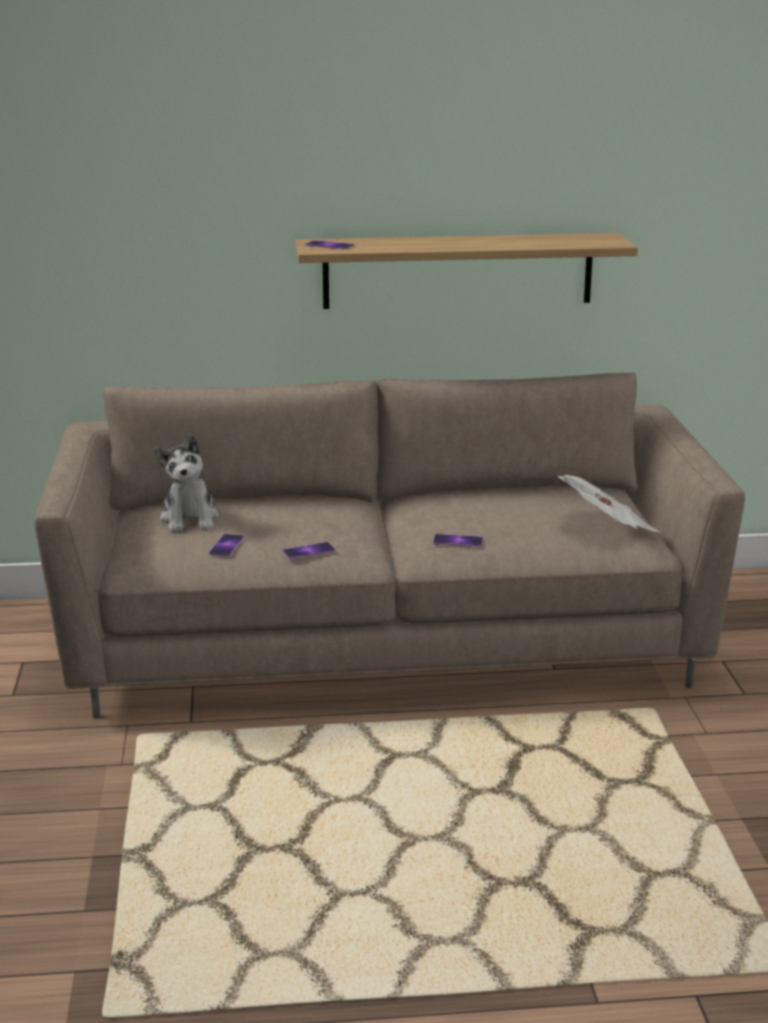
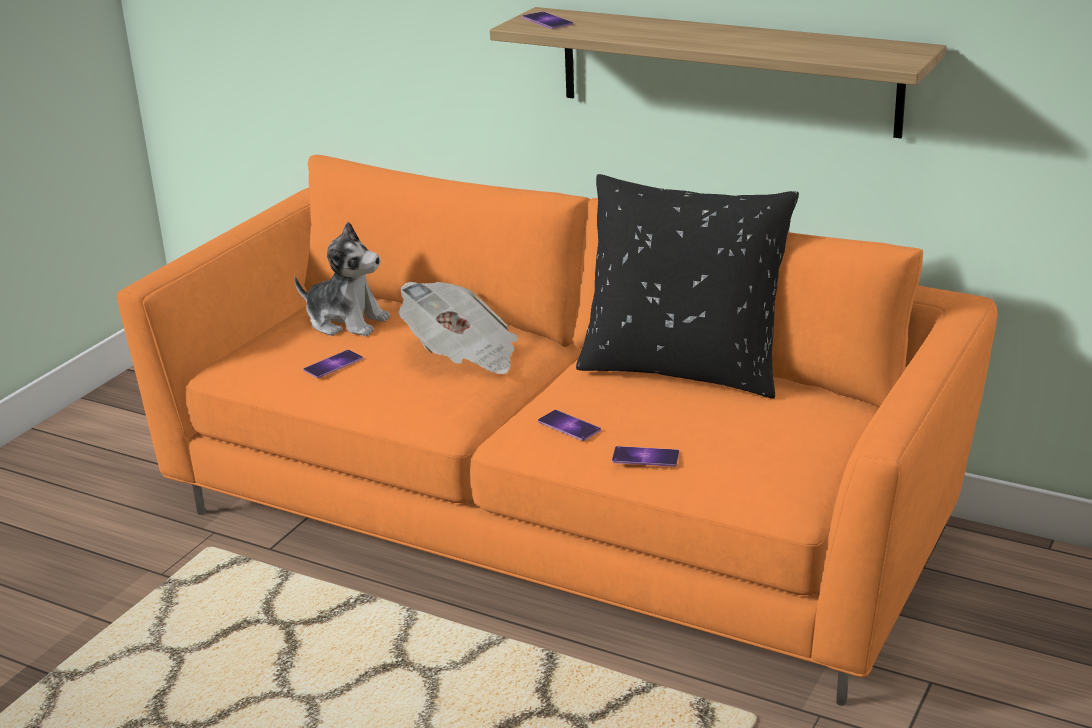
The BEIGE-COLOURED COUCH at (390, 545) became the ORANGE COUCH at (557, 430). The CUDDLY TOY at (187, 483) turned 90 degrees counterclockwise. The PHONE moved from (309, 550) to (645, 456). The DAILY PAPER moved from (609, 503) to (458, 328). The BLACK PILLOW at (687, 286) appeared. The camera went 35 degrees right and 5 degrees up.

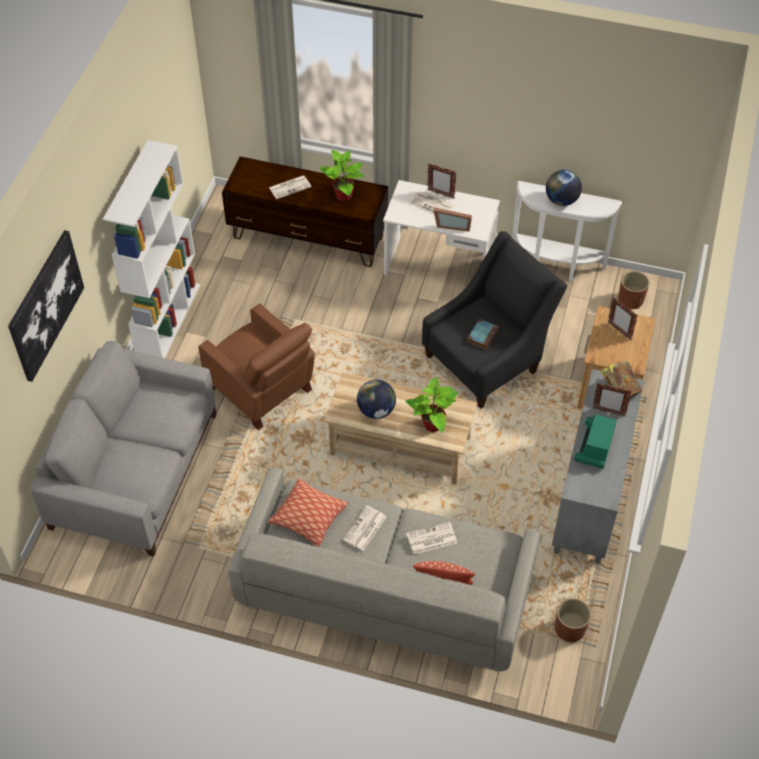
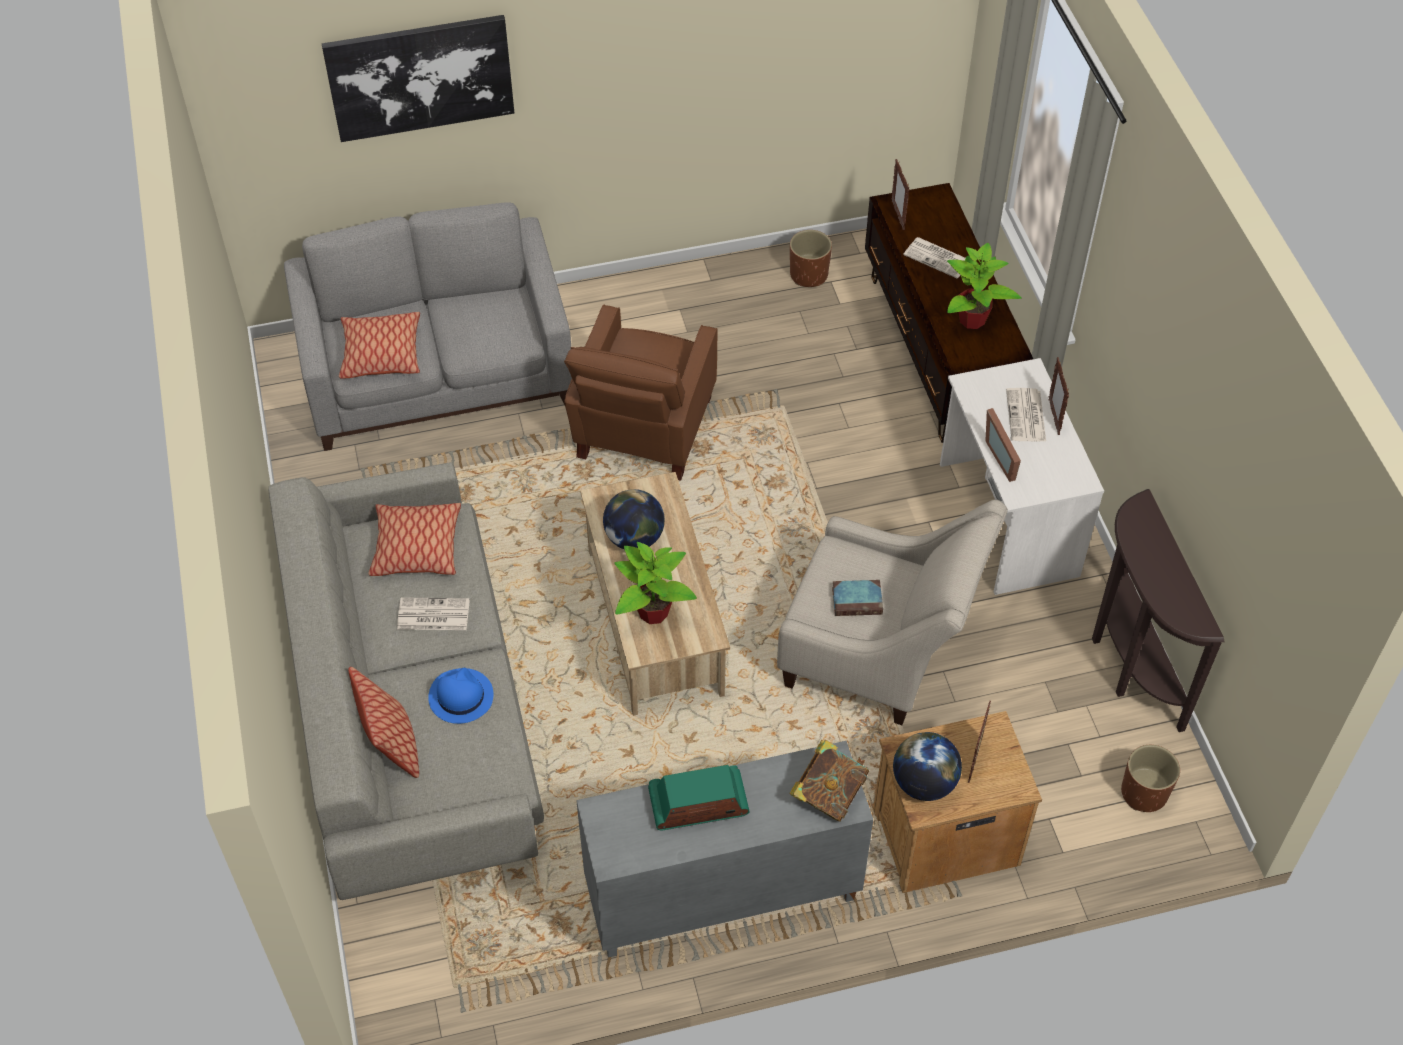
The WHITE BOOKCASE at (151, 249) disappeared. The DAILY PAPER at (432, 538) was replaced by the BLUE HAT at (461, 696). The BLACK EASY CHAIR at (494, 320) became the BEIGE-COLOURED EASY CHAIR at (892, 612). The WHITE CONSOLE TABLE at (567, 231) became the BROWN CONSOLE TABLE at (1158, 610). The WORLD GLOBE moved from (564, 188) to (927, 766). The BROWN PLANT POT moved from (573, 620) to (811, 258). The PHOTO FRAME moved from (612, 400) to (900, 194). The PILLOW at (379, 345) appeared. The camera went 60 degrees right and 0 degrees up.

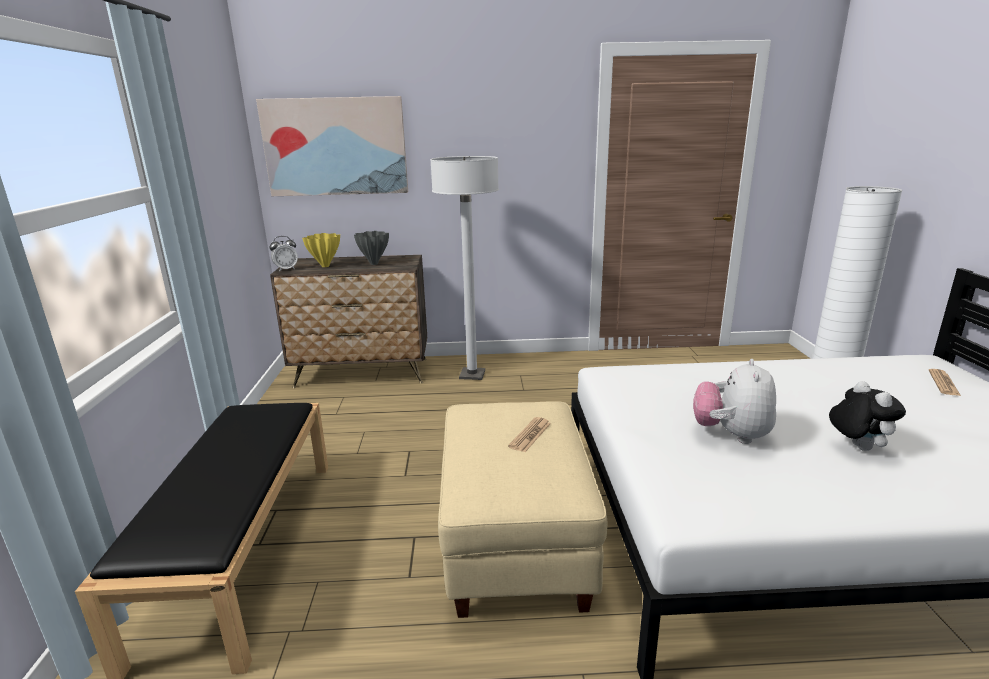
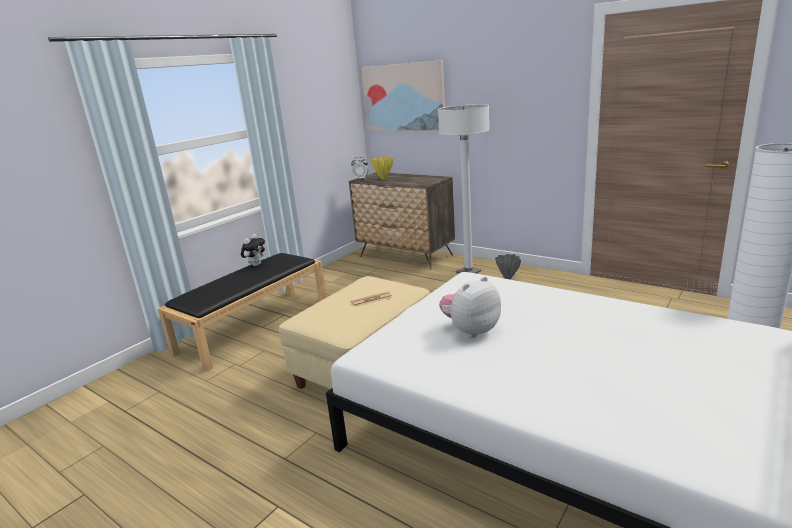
The GRAY FLOWER VASE moved from (371, 248) to (508, 267). The CUDDLY TOY moved from (867, 416) to (253, 250). The DAILY PAPER at (945, 382) disappeared. The camera went 40 degrees right and 0 degrees up.

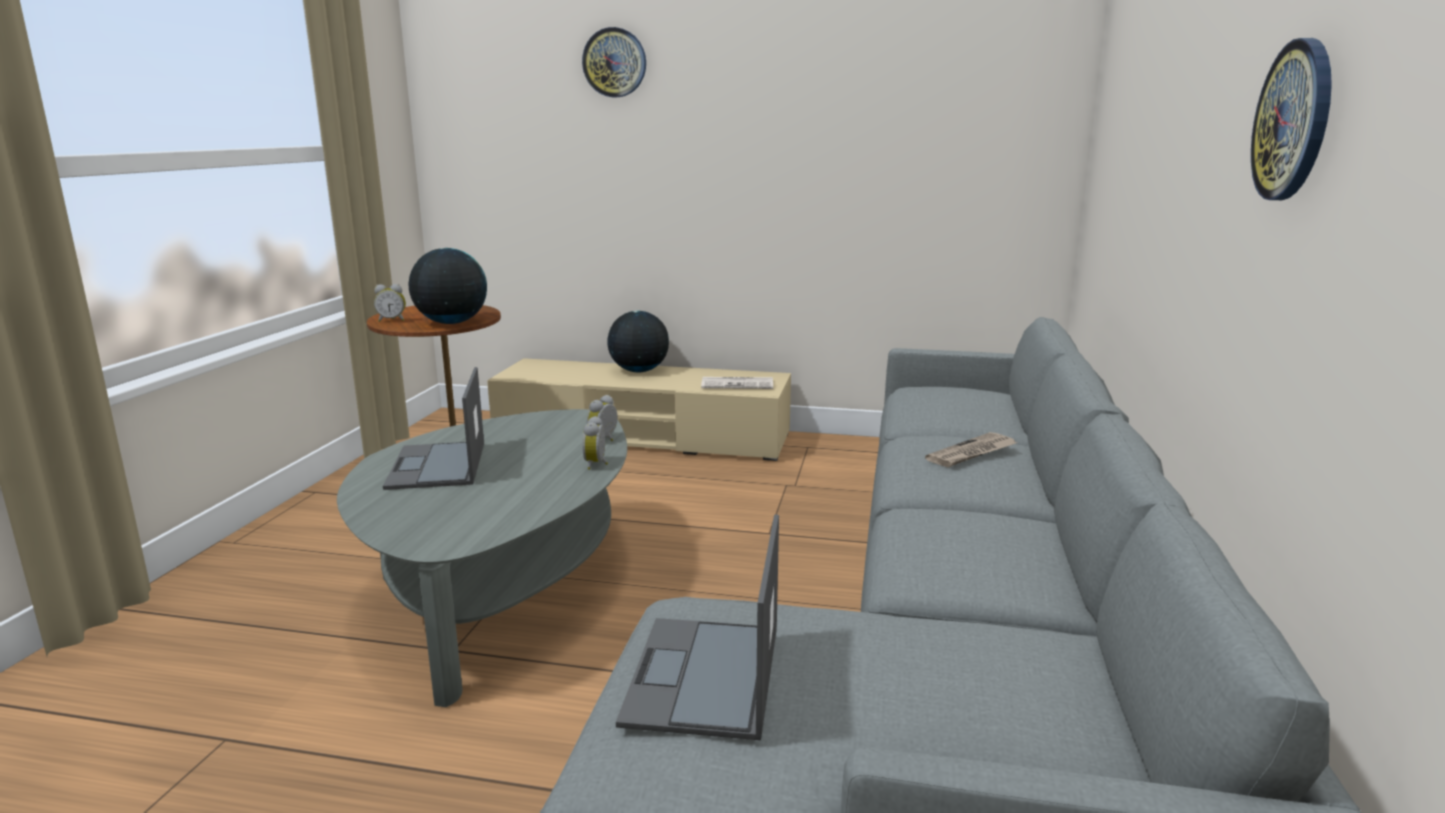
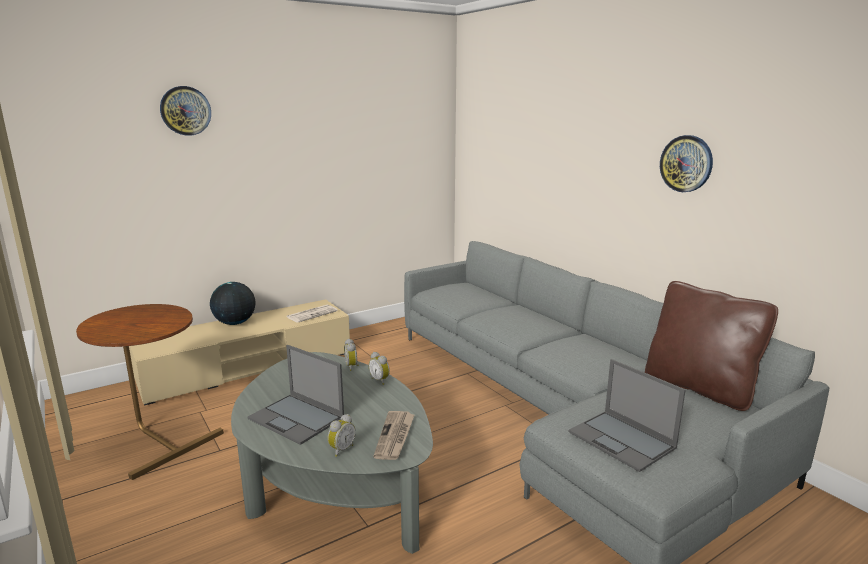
The ALARM CLOCK moved from (390, 303) to (342, 435). The WORLD GLOBE at (448, 286) disappeared. The DAILY PAPER moved from (971, 449) to (394, 435). The BROWN PILLOW at (711, 346) appeared. The camera went 45 degrees left and 0 degrees up.

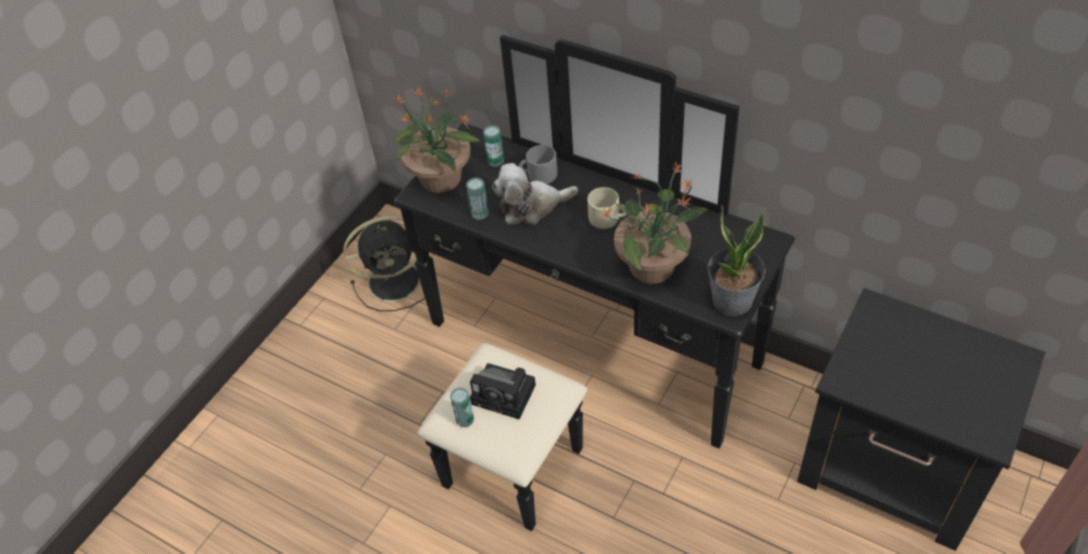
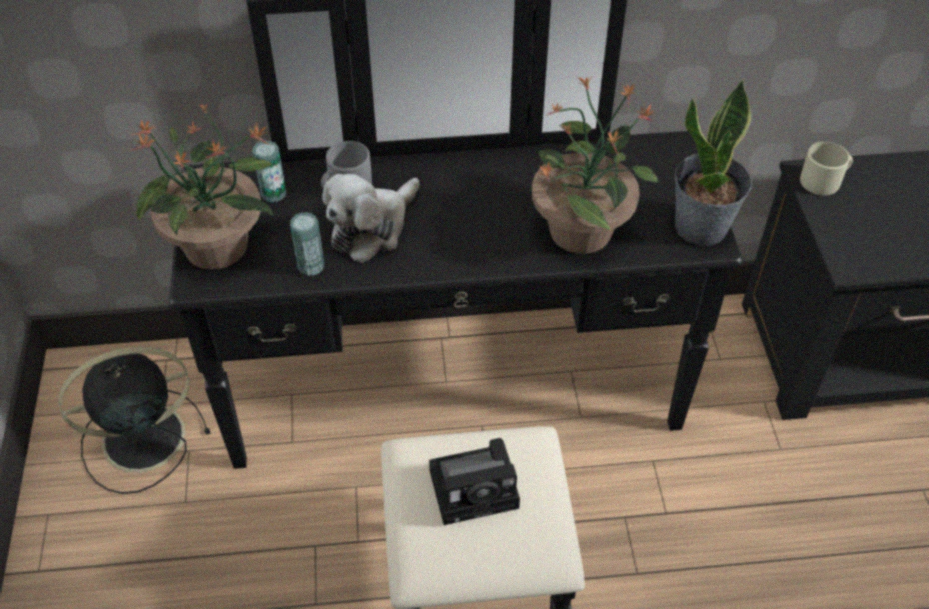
The BLACK COOLING FAN at (384, 263) turned 150 degrees counterclockwise. The SEALED CAN at (462, 407) disappeared. The BEIGE-COLOURED COFFEE MUG moved from (606, 208) to (826, 168). The camera went 40 degrees left and 0 degrees up.

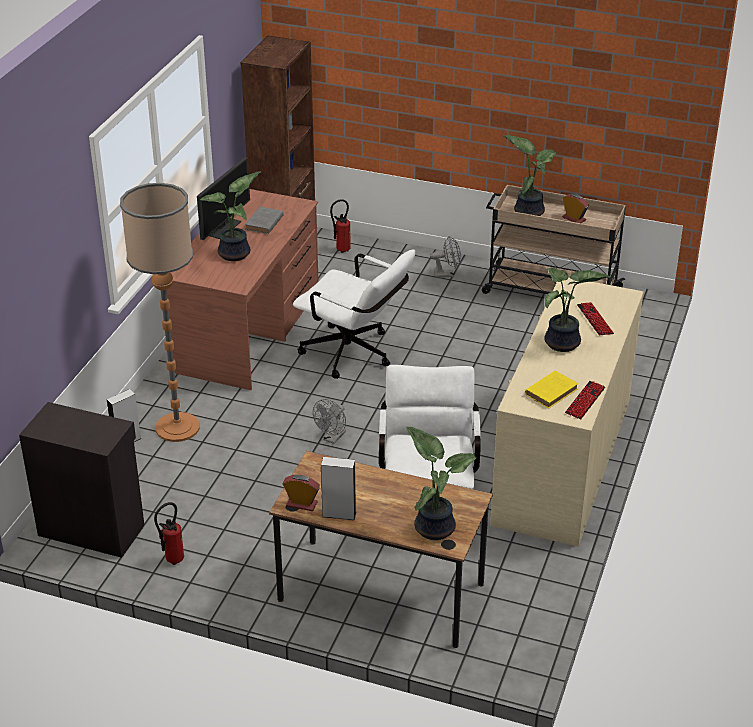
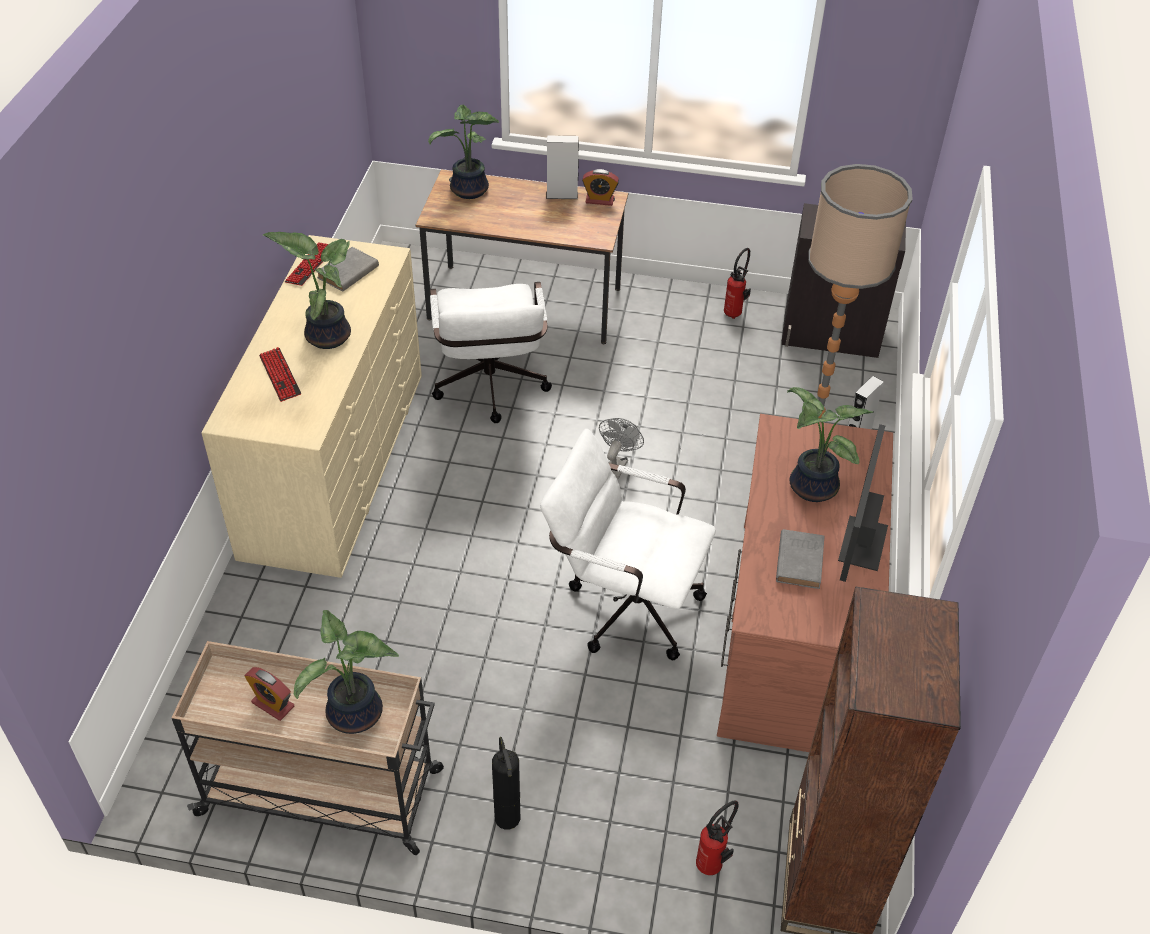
The GRAY COOLING FAN at (445, 257) was replaced by the EXTINGUISHER at (506, 783). The YELLOW-COLOURED BOOK at (551, 389) became the GRAY BOOK at (347, 269). The camera went 170 degrees right and 10 degrees up.

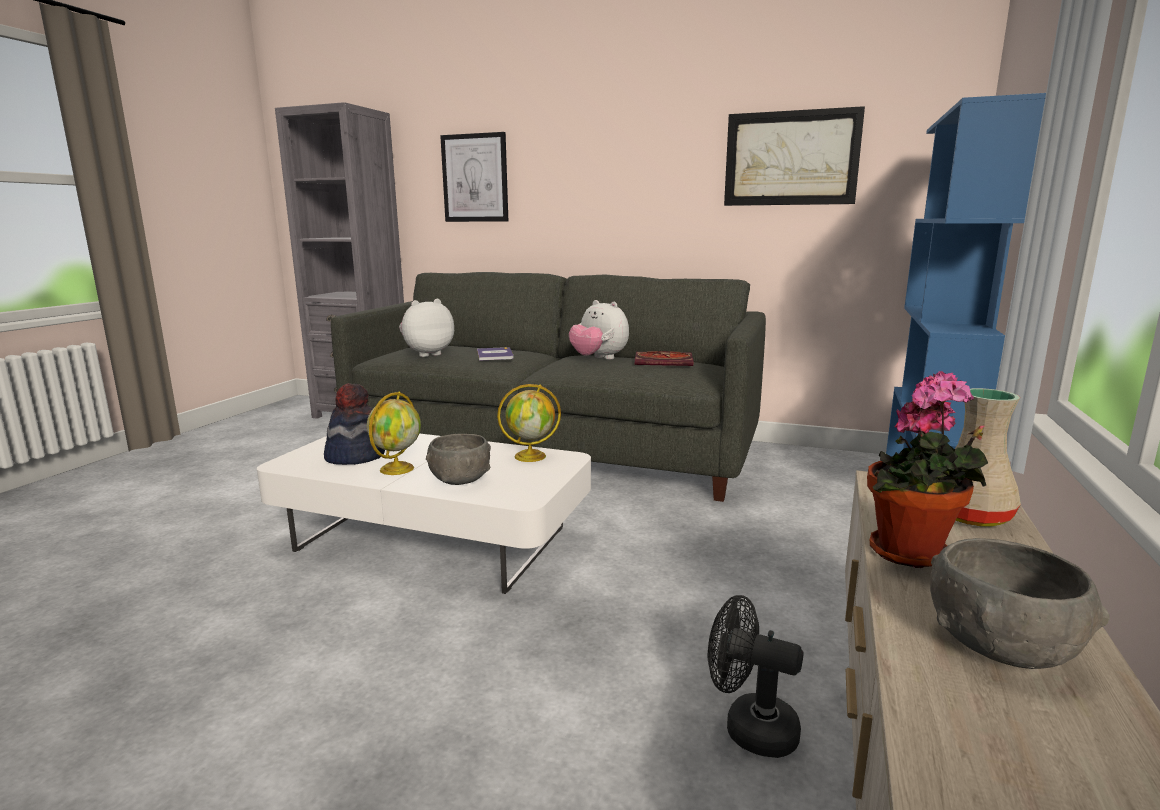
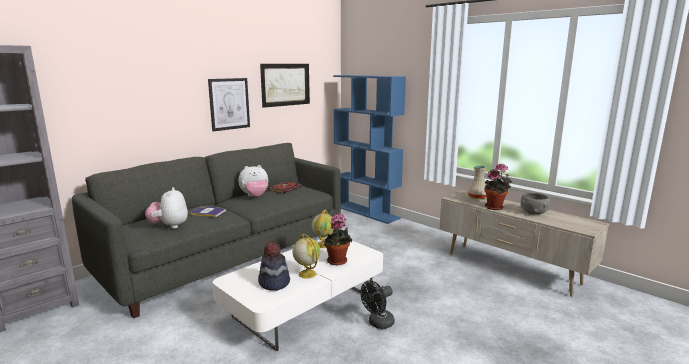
The GRAY BOWL at (458, 459) was replaced by the HOUSEPLANT at (338, 239). The WALL PICTURE moved from (474, 177) to (229, 104). The BLACK COOLING FAN moved from (755, 676) to (377, 304). The camera went 65 degrees left and 0 degrees up.

